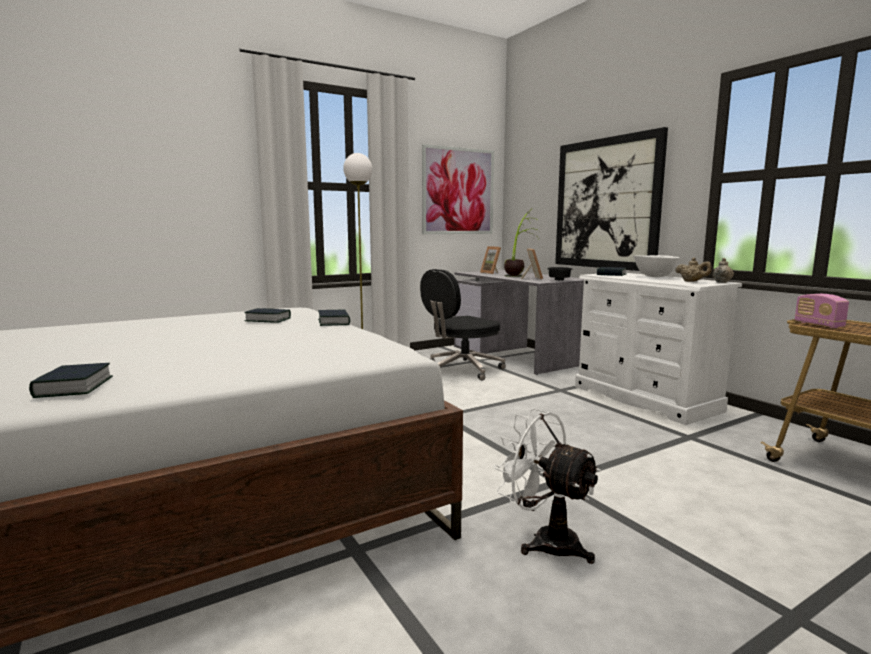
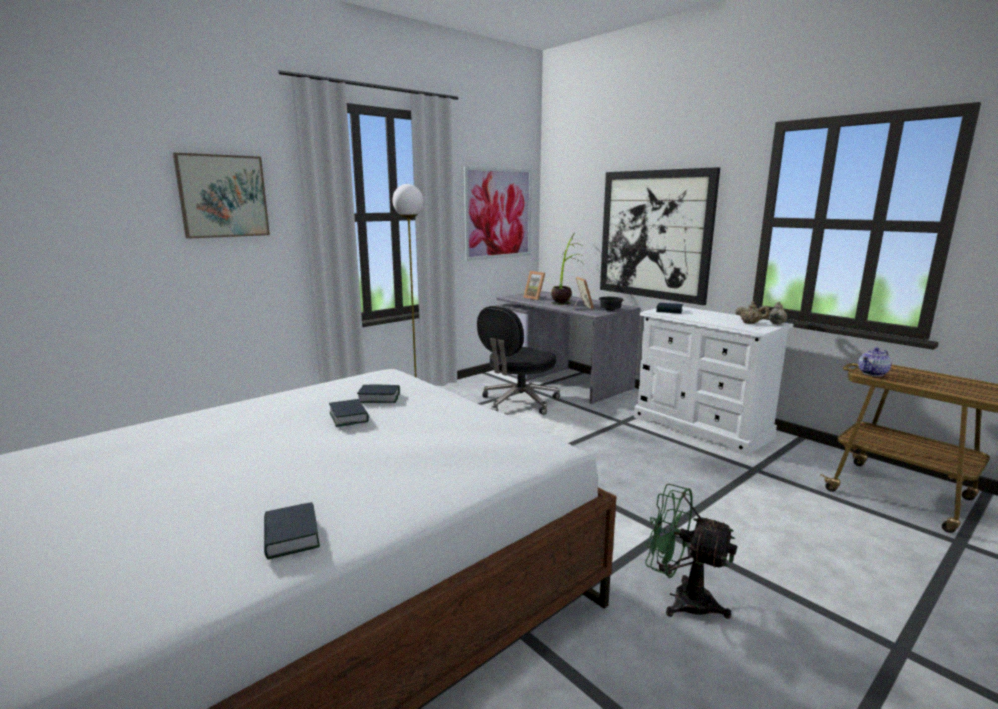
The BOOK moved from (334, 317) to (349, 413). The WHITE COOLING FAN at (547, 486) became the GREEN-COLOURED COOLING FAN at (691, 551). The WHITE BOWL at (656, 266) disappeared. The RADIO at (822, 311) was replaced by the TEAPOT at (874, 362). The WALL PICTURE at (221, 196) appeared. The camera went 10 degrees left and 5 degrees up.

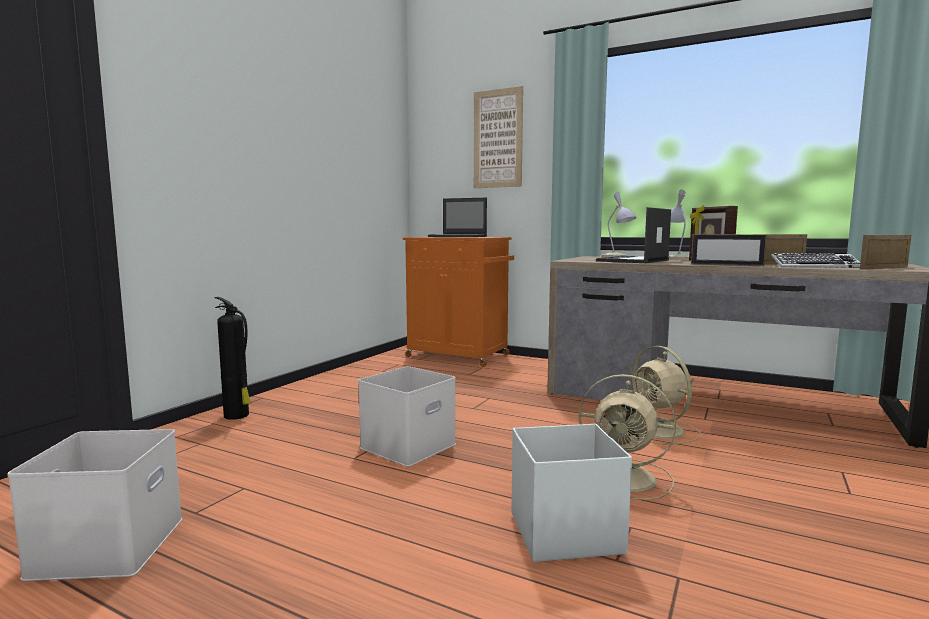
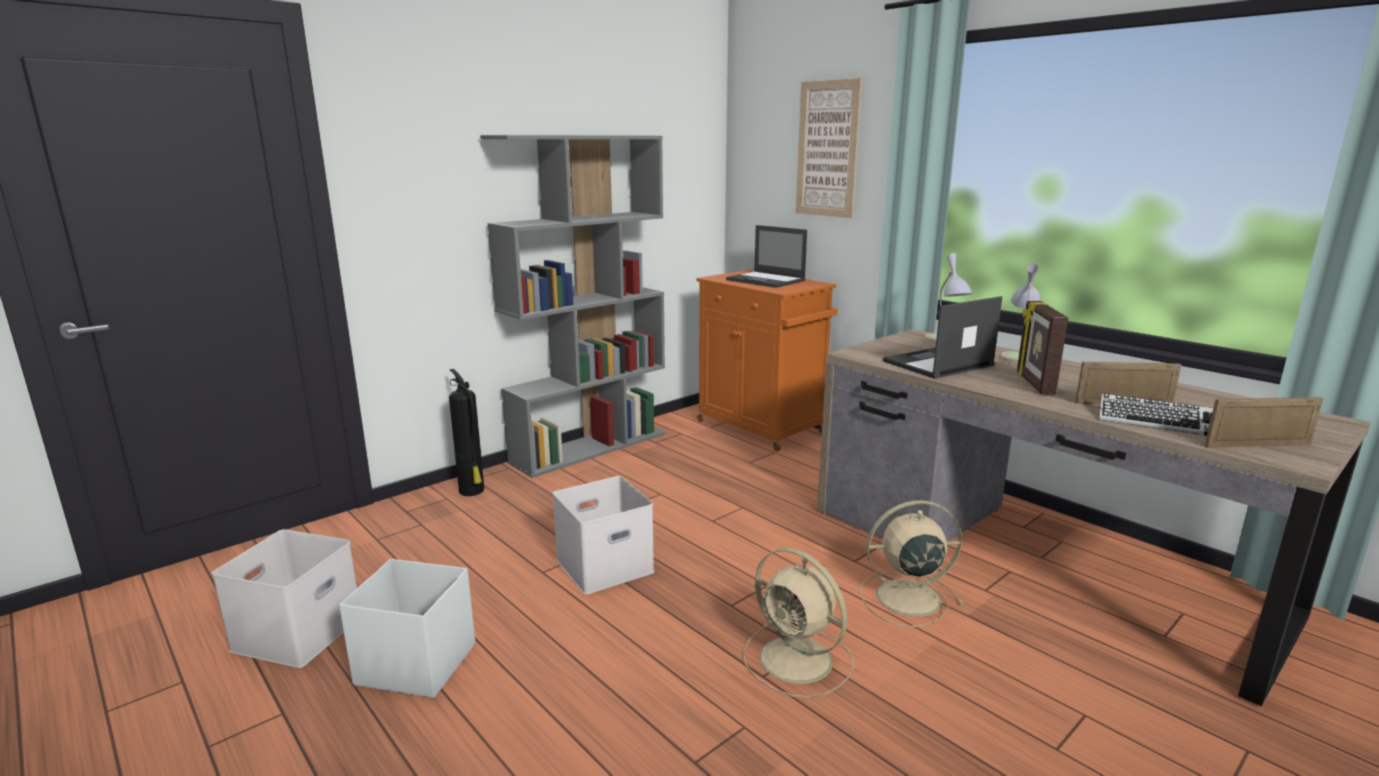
The WHITE STORAGE CONTAINER moved from (571, 493) to (407, 628). The BEIGE-COLOURED COOLING FAN at (667, 395) turned 90 degrees clockwise. The PHOTO FRAME at (729, 250) disappeared. The GRAY BOOKCASE at (573, 306) appeared. The camera went 20 degrees right and 10 degrees up.

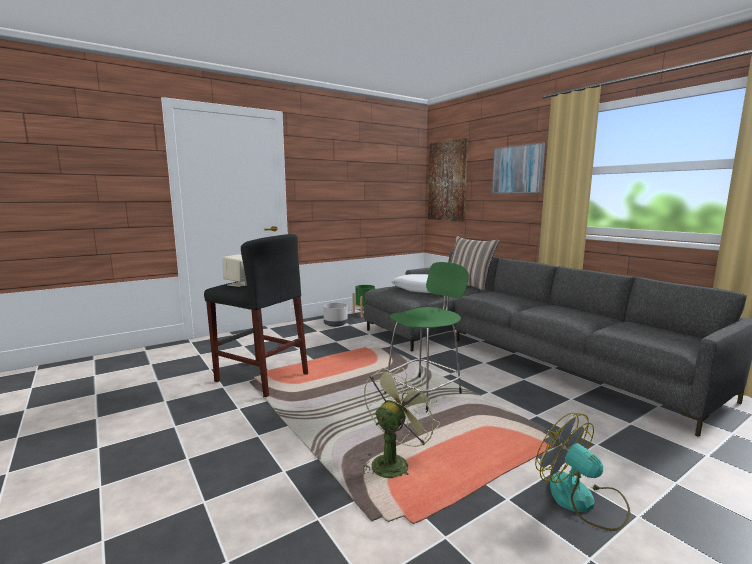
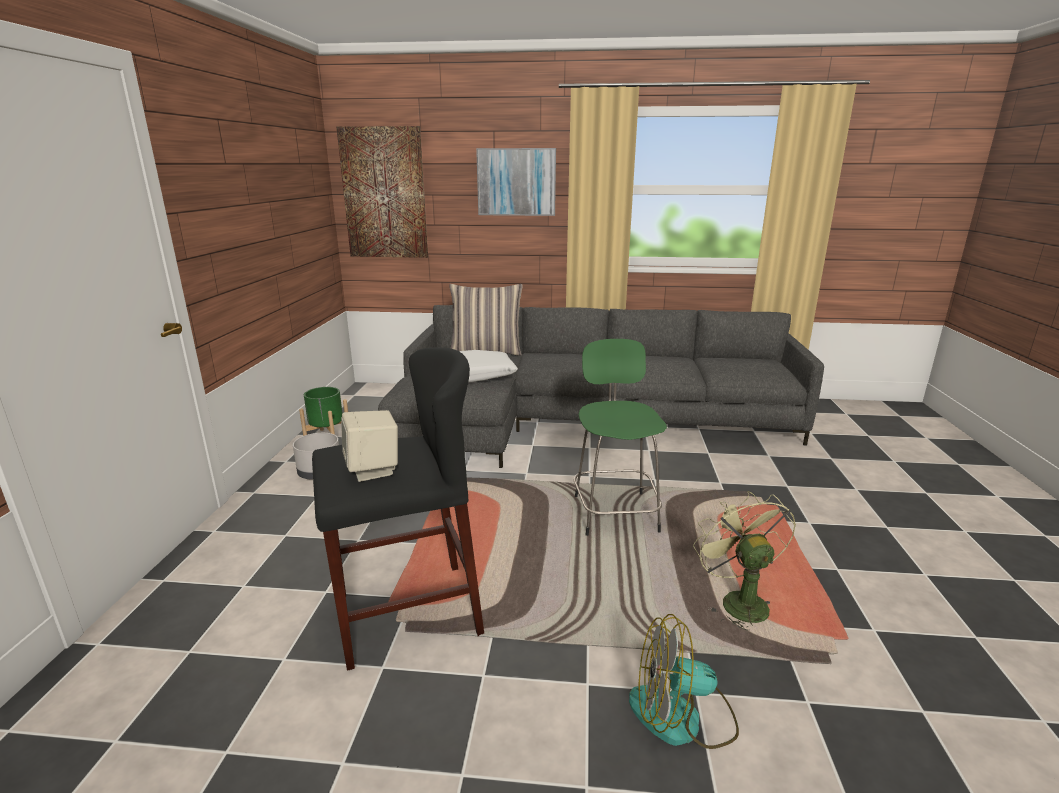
The COOLING FAN moved from (582, 472) to (684, 681). The camera went 50 degrees left and 10 degrees up.

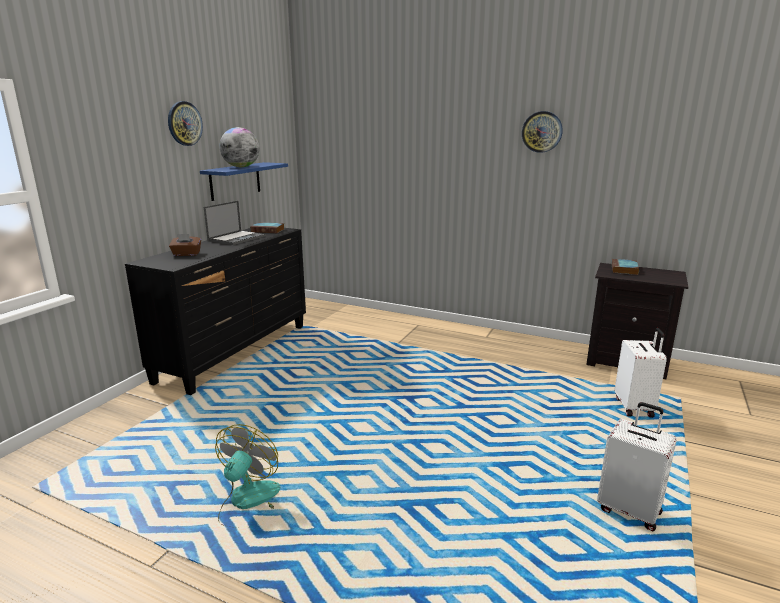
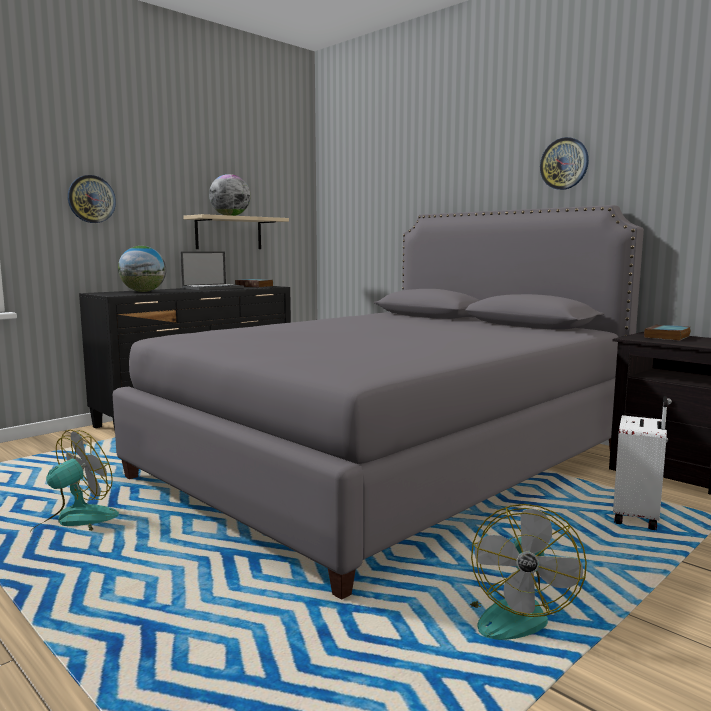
The CLOCK ON THE WALL moved from (185, 123) to (92, 199). The BROWN TISSUE BOX at (185, 245) was replaced by the WORLD GLOBE at (142, 269). The BLUE WALL SHELF at (244, 181) became the BEIGE-COLOURED WALL SHELF at (236, 231). The WHITE PIECE OF LUGGAGE at (637, 466) was replaced by the COOLING FAN at (528, 572). The GRAY BED at (378, 402) appeared. The camera went 20 degrees right and 10 degrees down.

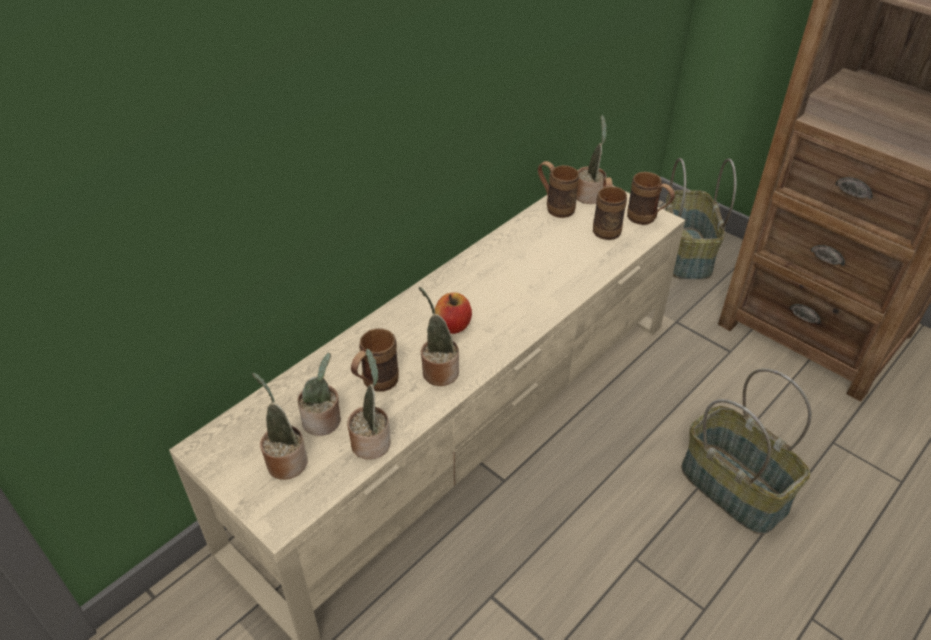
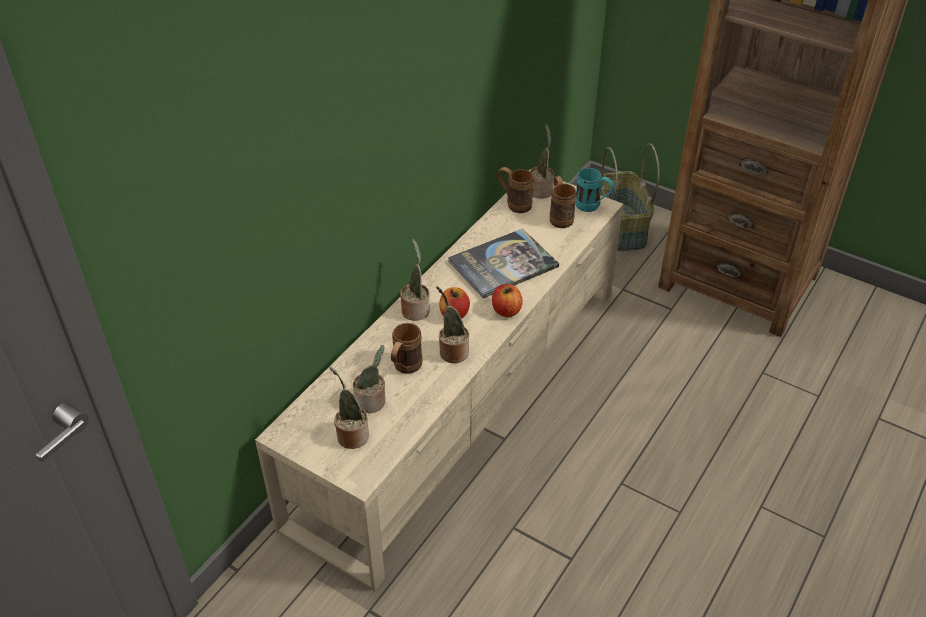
The HOUSEPLANT moved from (368, 404) to (415, 280). The BROWN COFFEE MUG at (651, 198) became the TURQUOISE-COLOURED COFFEE MUG at (594, 190). The STORAGE BASKET at (746, 451) disappeared. The BOOK at (503, 263) appeared. The APPLE FRUIT at (507, 300) appeared. The camera went 10 degrees left and 0 degrees up.

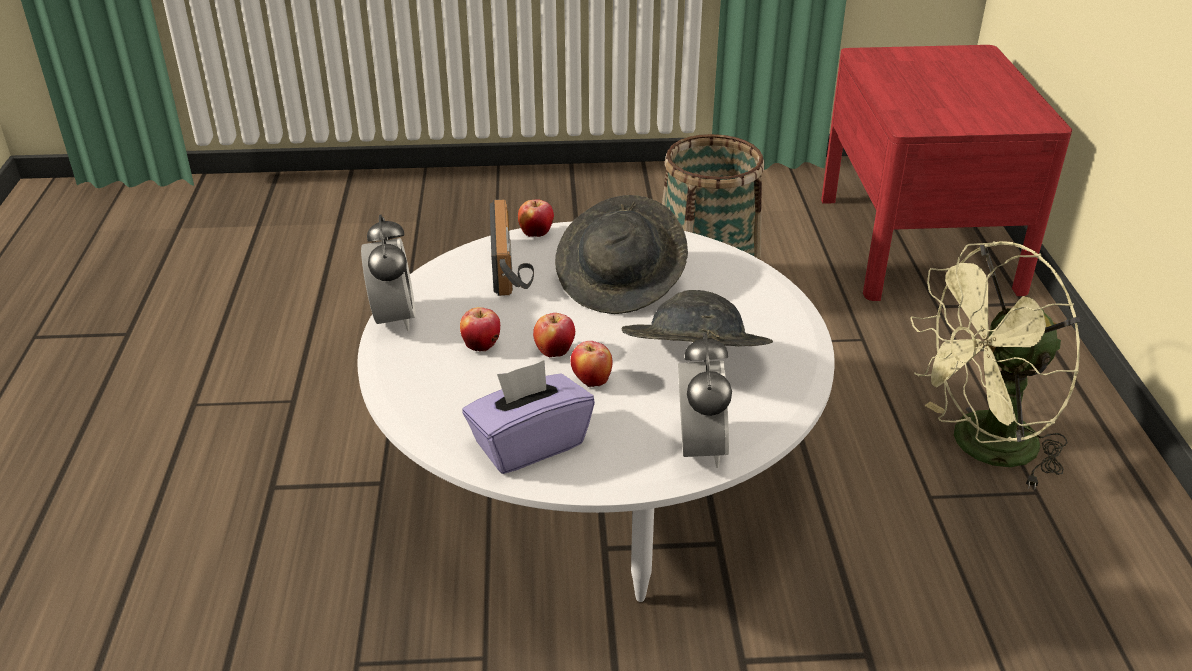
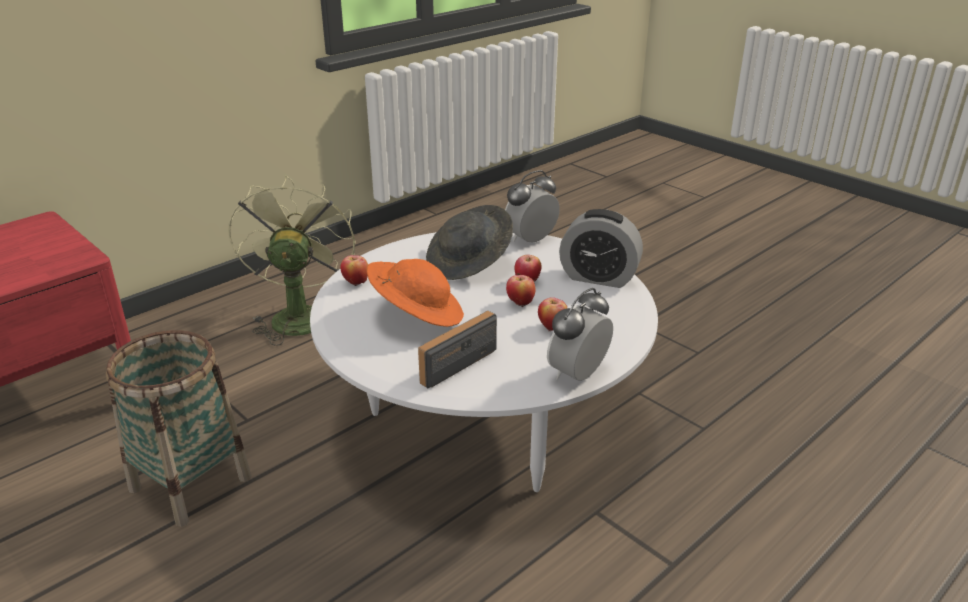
The PURPLISH TISSUE BOX at (528, 417) was replaced by the ALARM CLOCK at (601, 248). The APPLE FRUIT moved from (536, 218) to (354, 270). The GRAY HAT at (621, 254) became the ORANGE HAT at (415, 293). The GREEN-COLOURED COOLING FAN at (995, 365) turned 120 degrees counterclockwise. The camera went 130 degrees left and 5 degrees down.

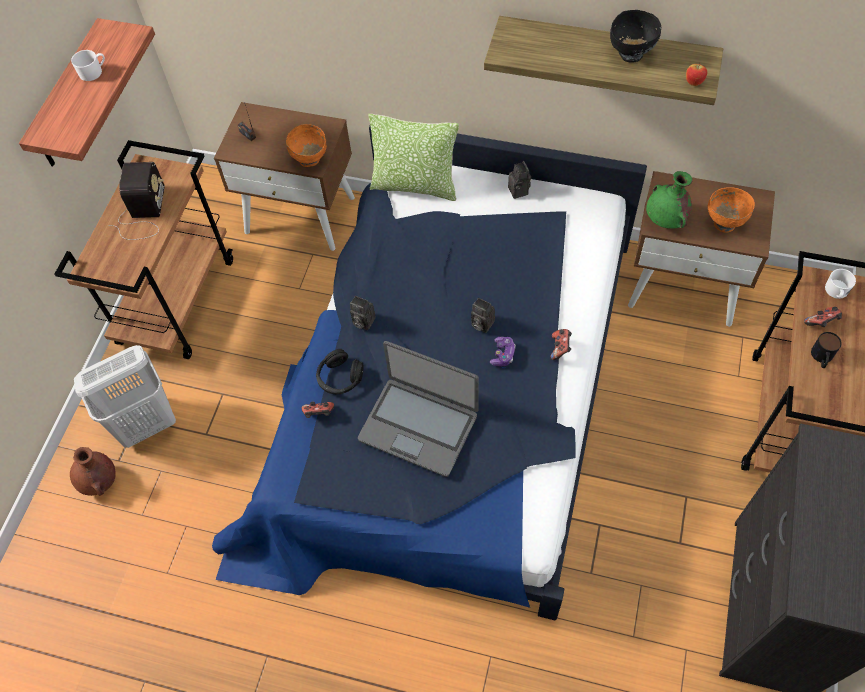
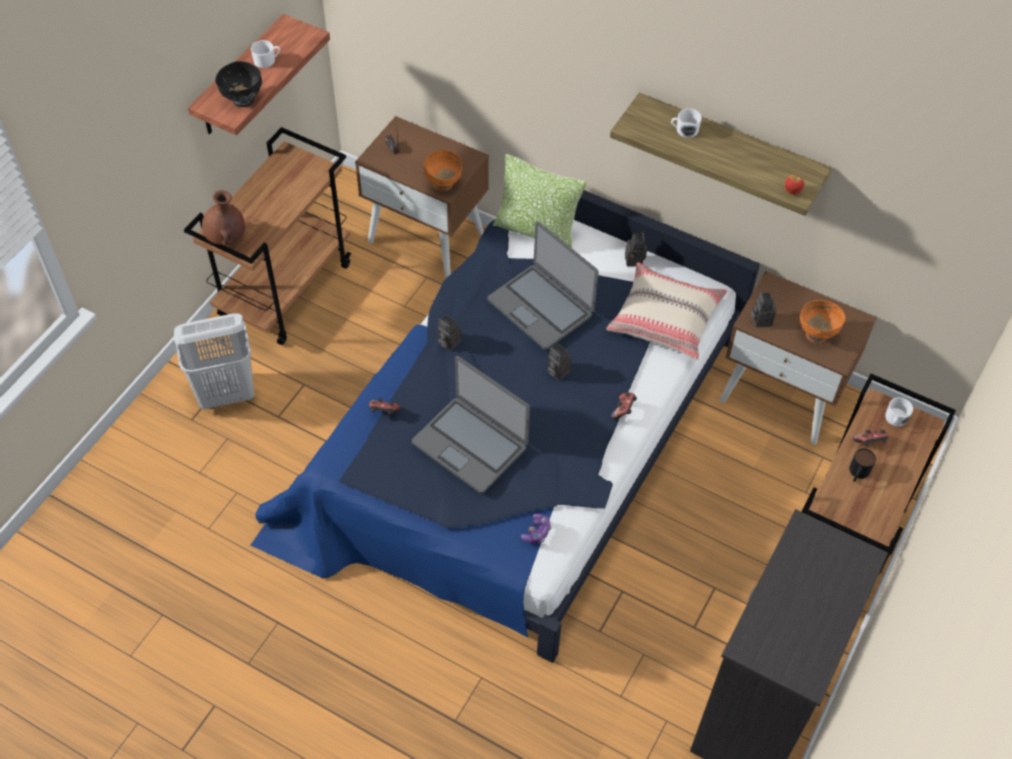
The BROWN FLOWER VASE moved from (93, 471) to (223, 217). The RADIO at (136, 201) disappeared. The BLACK PAIR OF HEADPHONES at (339, 371) disappeared. The GAMEPAD moved from (503, 351) to (536, 528). The BLACK BOWL moved from (635, 36) to (238, 84). The GREEN-COLOURED FLOWER VASE at (669, 200) was replaced by the PHOTO CAMERA at (763, 309). The LAPTOP at (543, 285) appeared. The BEIGE-COLOURED PILLOW at (666, 311) appeared. The WHITE COFFEE MUG at (686, 123) appeared. The camera went 10 degrees right and 5 degrees down.

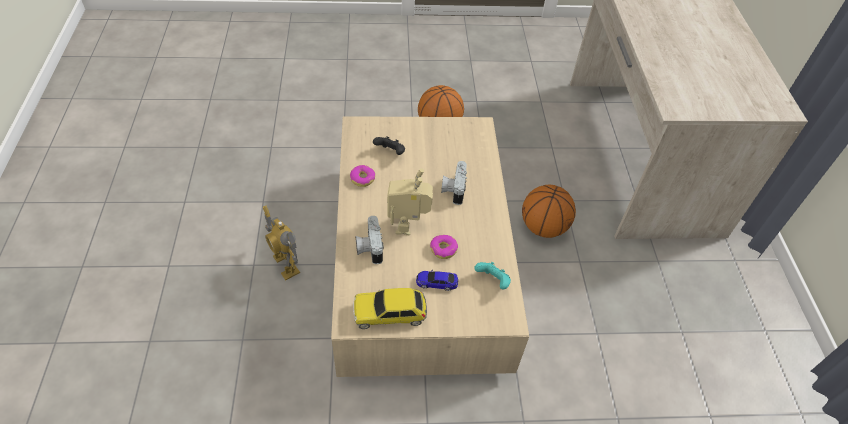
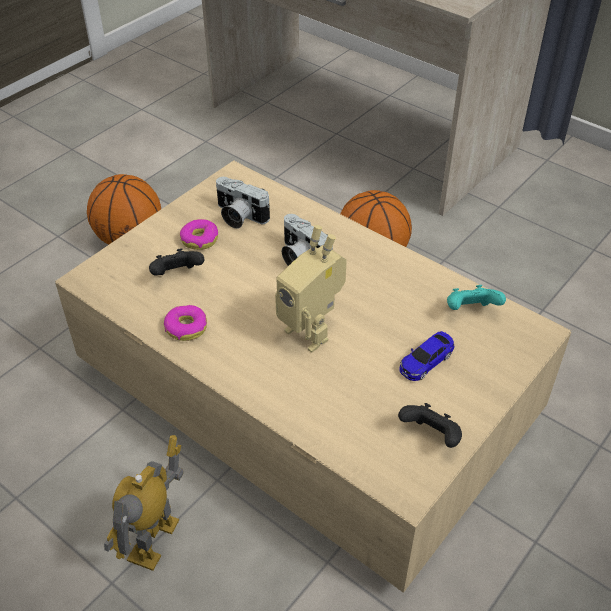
The ROBOT FIGURE at (281, 243) turned 105 degrees clockwise. The MINIATURE CAR at (390, 308) was replaced by the BLACK GAMEPAD at (430, 425). The PHOTO CAMERA moved from (370, 240) to (243, 203). The RING DOUGHNUT moved from (444, 247) to (199, 234). The camera went 45 degrees left and 5 degrees down.

